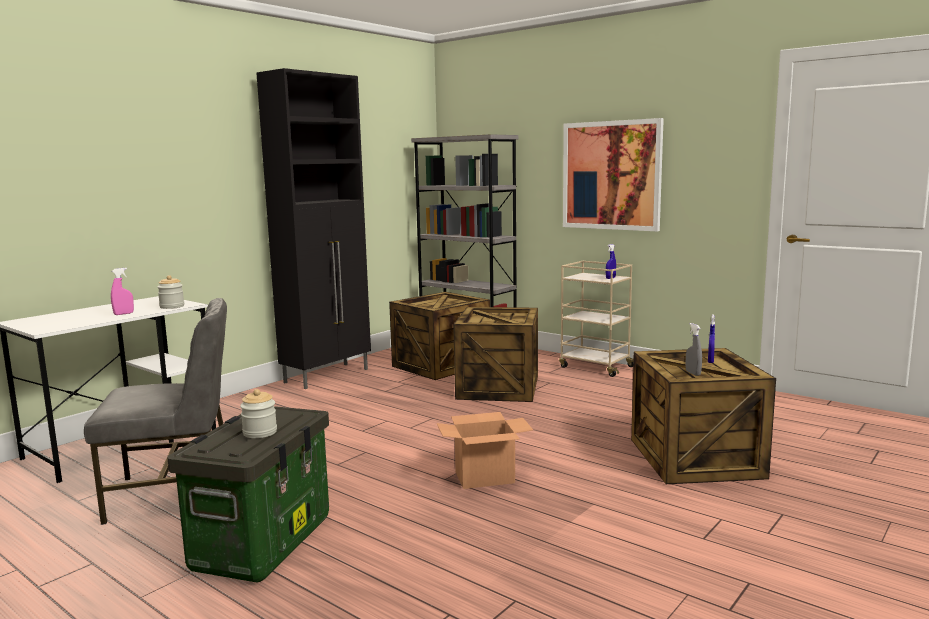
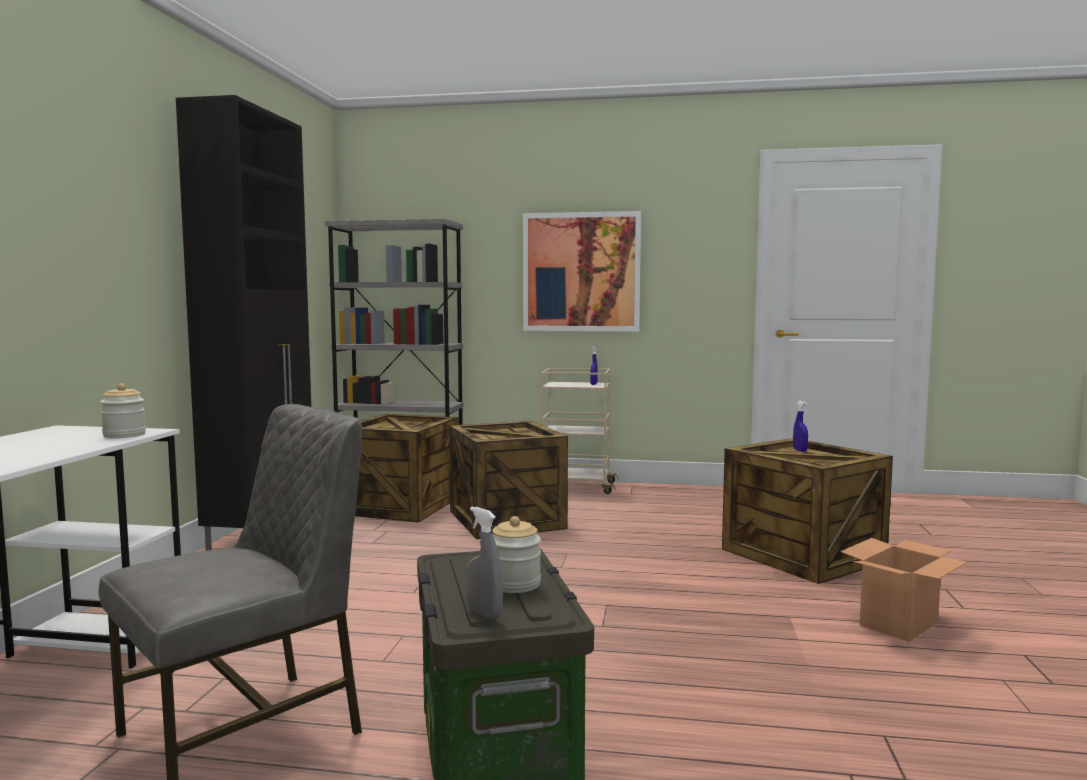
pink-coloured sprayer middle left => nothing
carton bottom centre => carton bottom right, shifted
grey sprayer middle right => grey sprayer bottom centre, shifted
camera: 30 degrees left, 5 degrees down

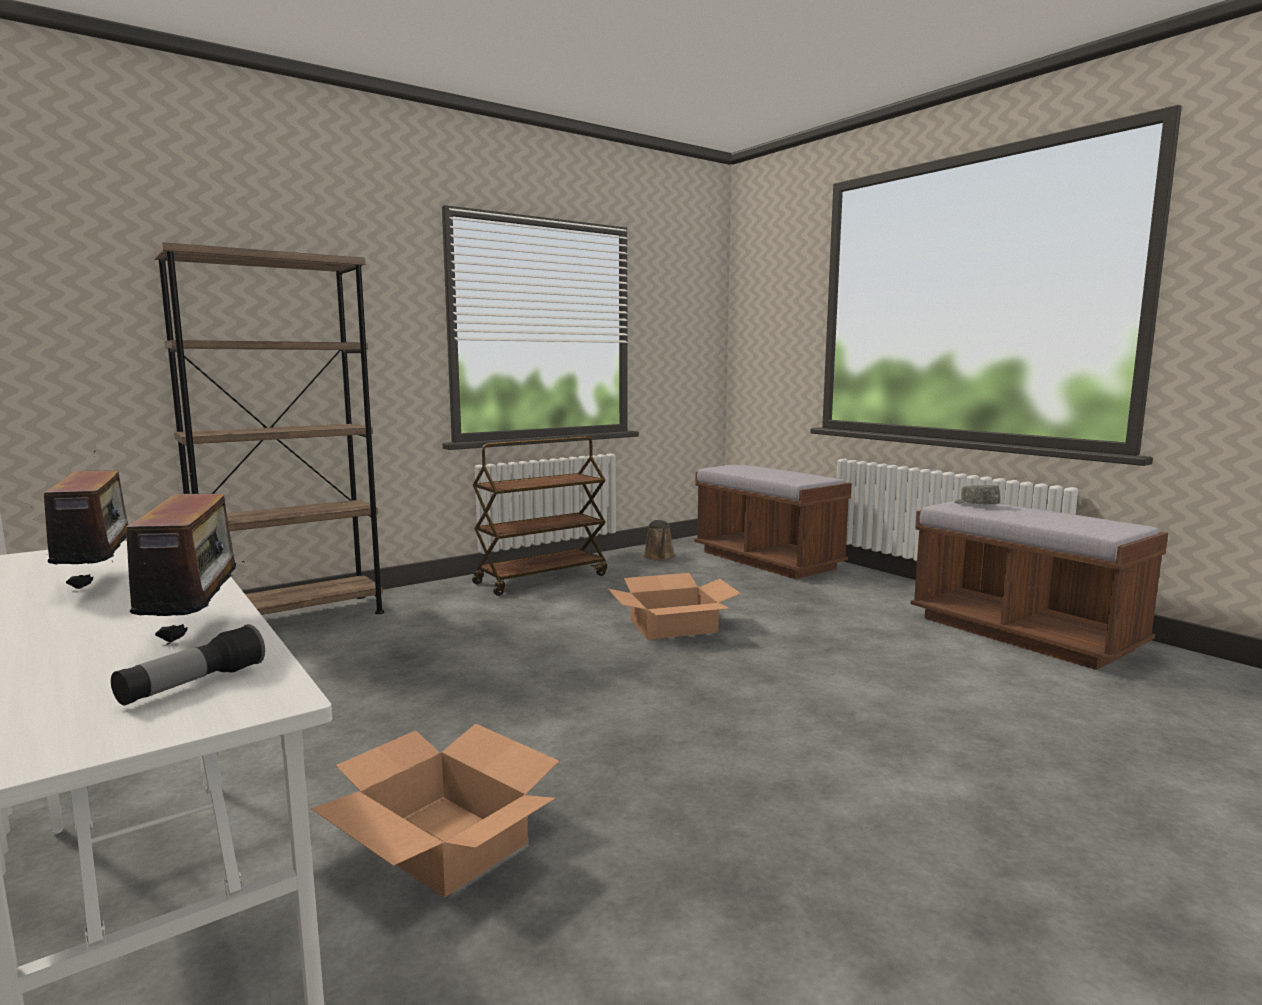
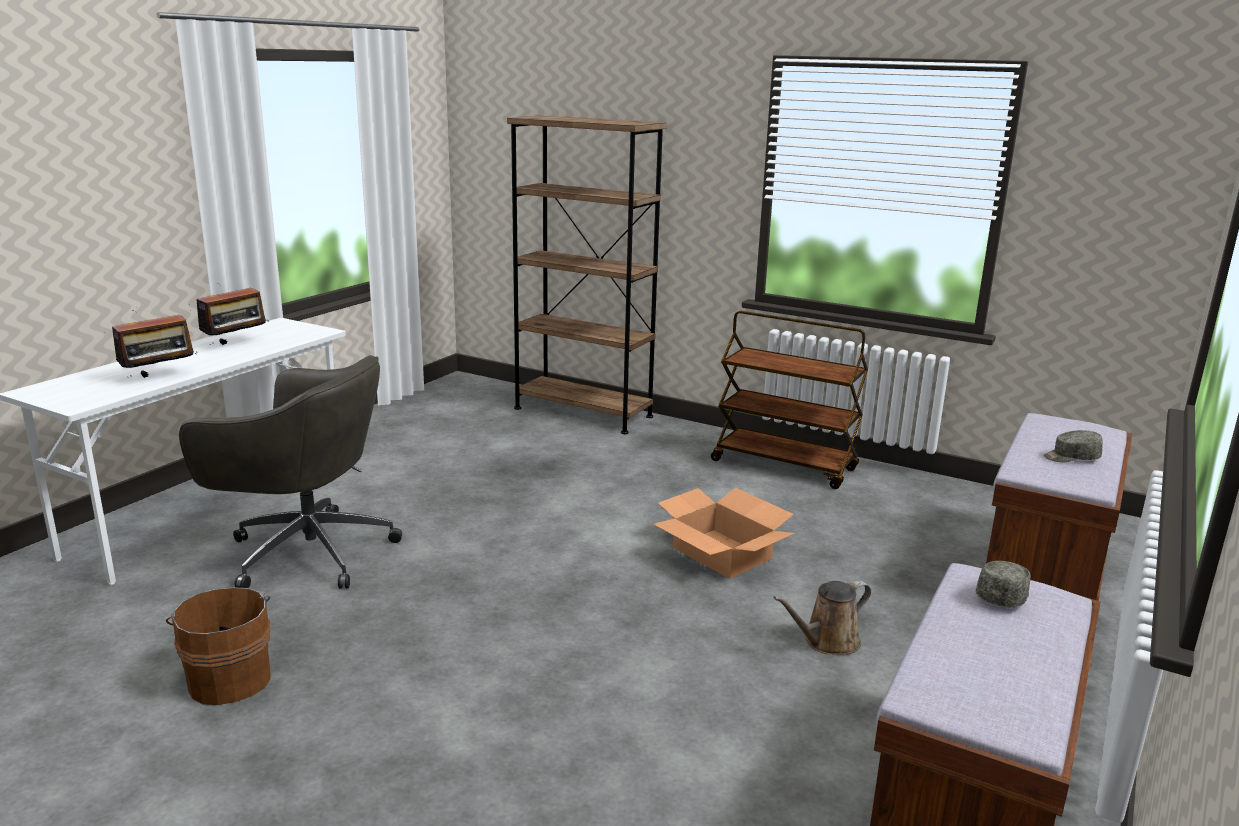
hand torch middle left => nothing
carton (no. 1 from left) bottom centre => grey computer chair middle left
brown watering pot centre => brown watering pot bottom centre, shifted
nothing => brown bucket bottom left
nothing => grey peaked cap (no. 2 from left) middle right
camera: 65 degrees right, 10 degrees up

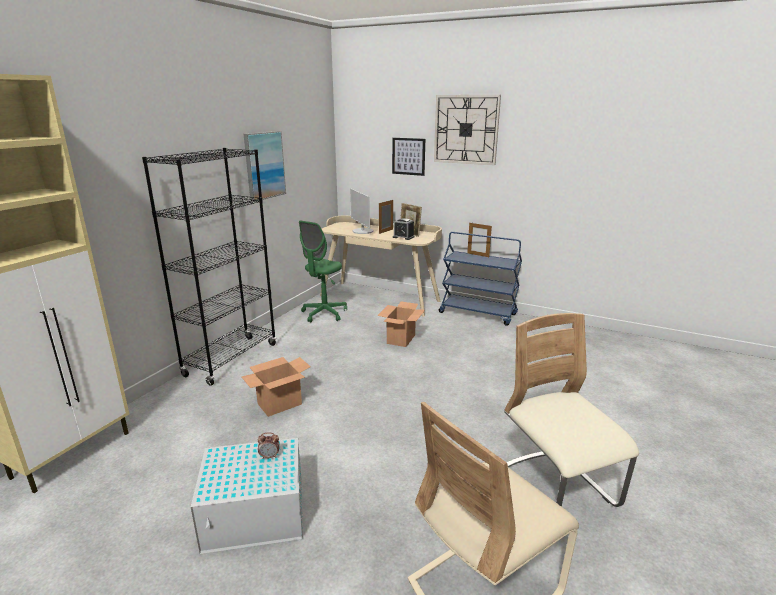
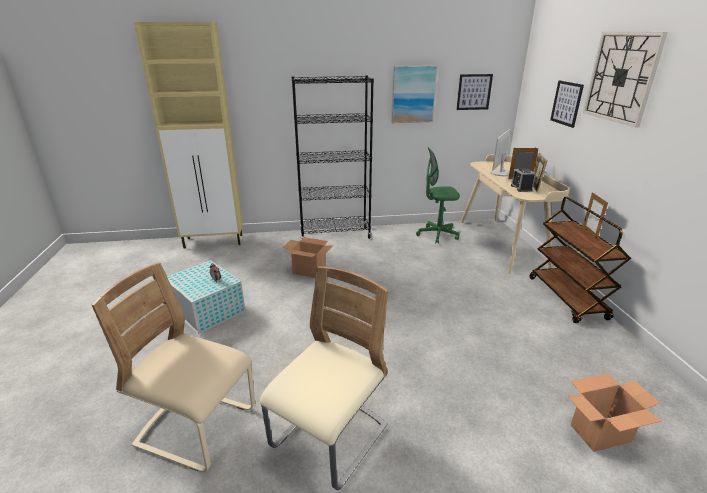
carton (no. 2 from left) centre => carton (no. 2 from left) bottom right, shifted
blue-coloured cart centre => brown cart middle right
nothing => wall picture (no. 2 from left) top right
camera: 55 degrees right, 5 degrees up

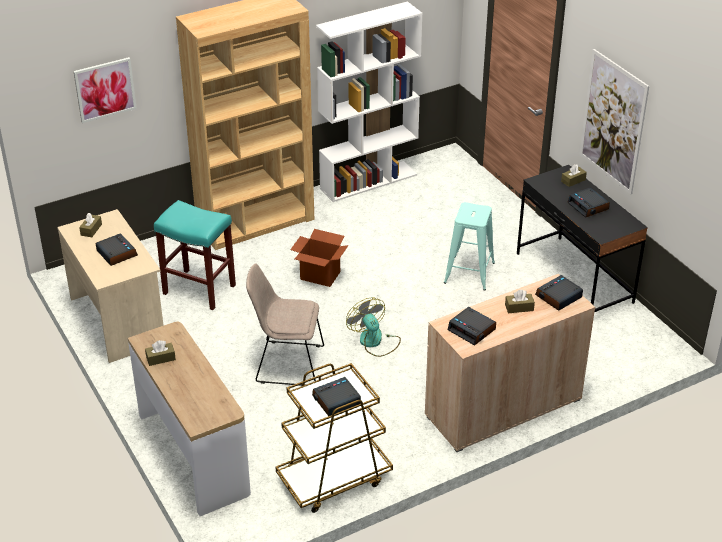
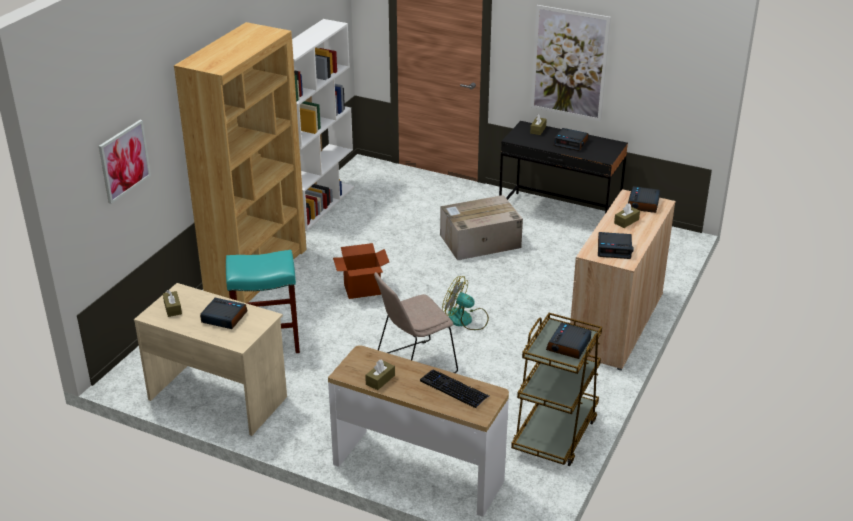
blue-green stool (no. 2 from left) centre => carton (no. 2 from left) centre
nothing => PC keyboard bottom centre
camera: 35 degrees left, 5 degrees down

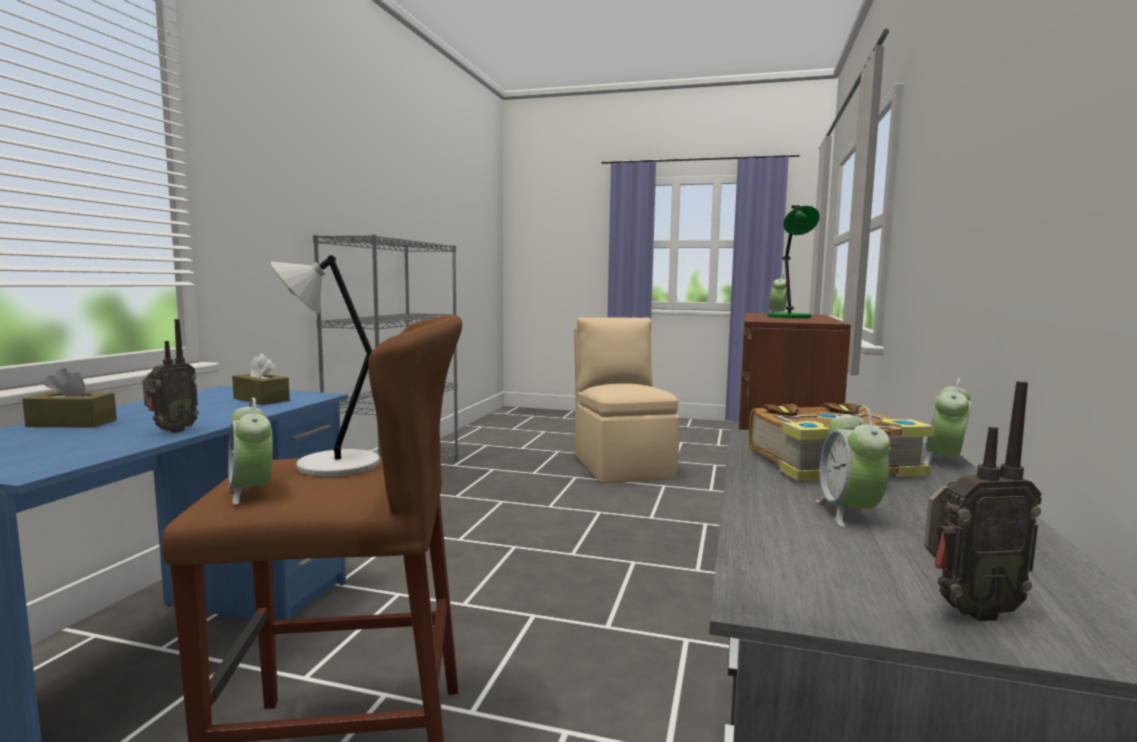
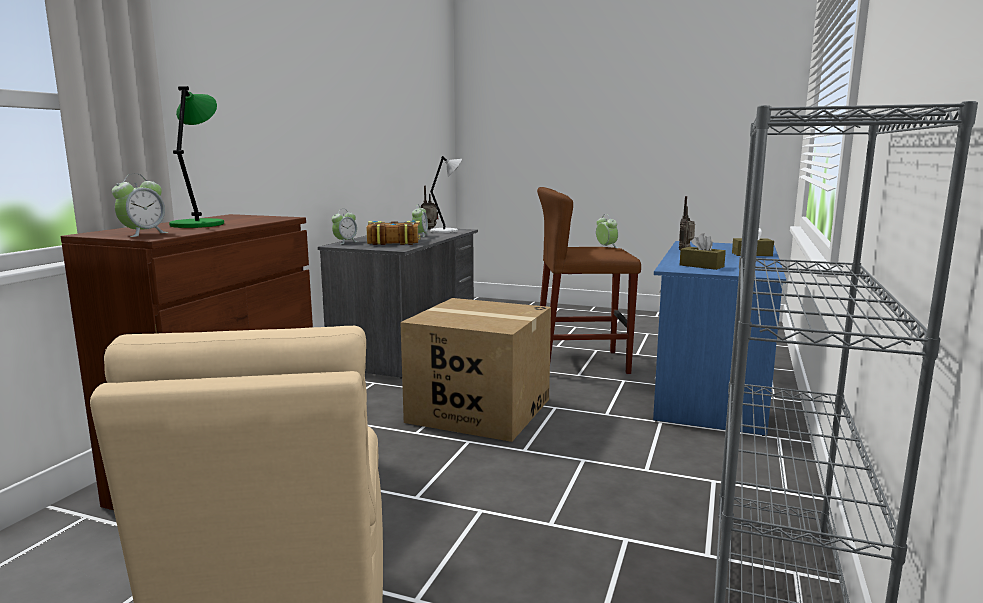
grey table lamp middle left => grey table lamp top centre, shifted
nothing => carton centre
camera: 175 degrees left, 5 degrees up

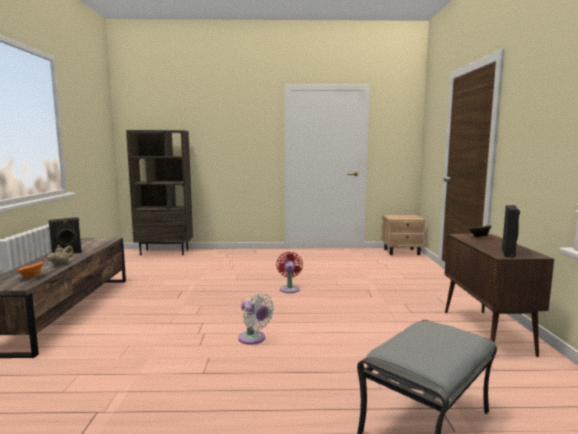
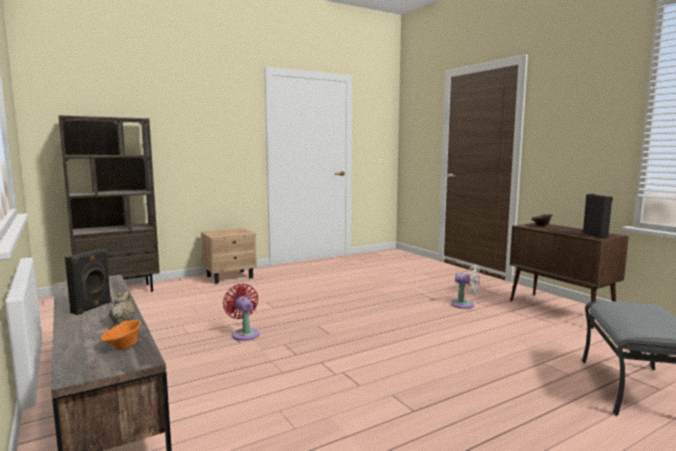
whitish fan bottom centre => whitish fan middle right, shifted
red-coloured fan centre => red-coloured fan bottom centre, shifted
sand-coloured nightstand middle right => sand-coloured nightstand centre, shifted
camera: 30 degrees left, 0 degrees up

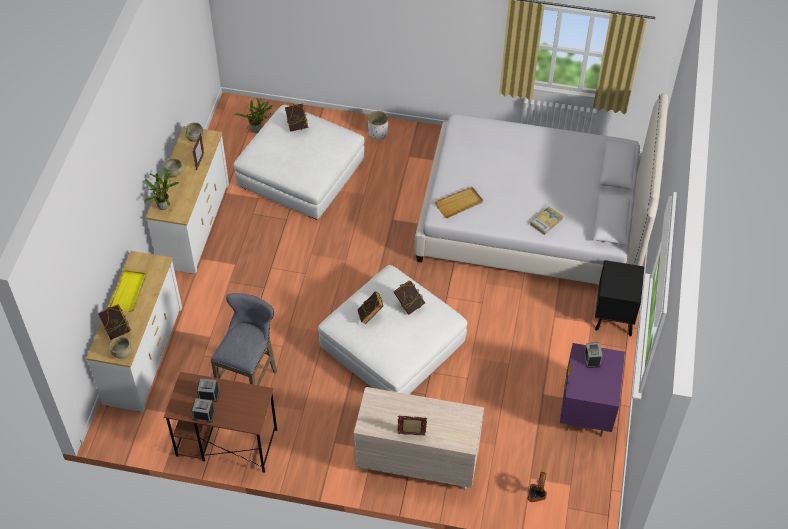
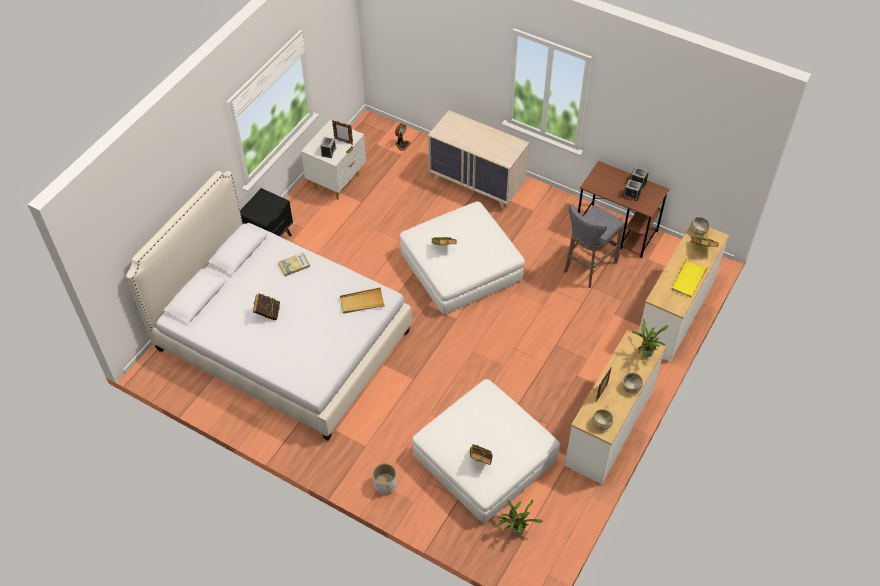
volume (no. 3 from left in the first image) centre => volume (no. 1 from left) middle left, shifted
standing frame (no. 2 from left in the first image) bottom centre => standing frame (no. 1 from left) top centre, shifted
purple-coloured nightstand bottom right => whitish nightstand top centre
camera: 160 degrees left, 0 degrees up

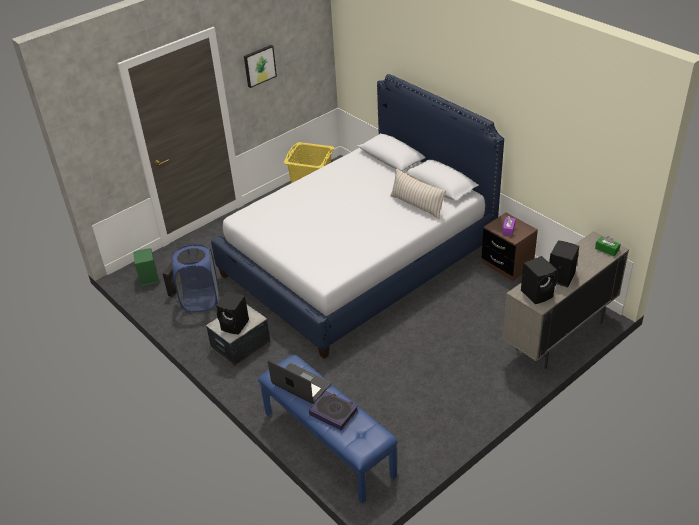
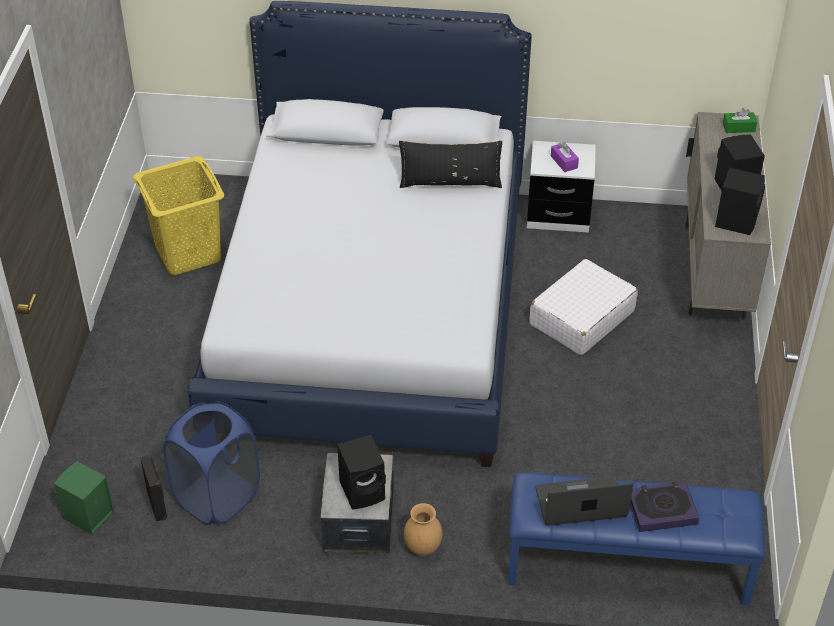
wall picture top centre => nothing
sand-coloured pillow centre => blackish pillow top centre
brown nightstand middle right => whitish nightstand top right
nothing => brown vase bottom centre
nothing => whitish piece of luggage middle right
camera: 45 degrees left, 5 degrees up

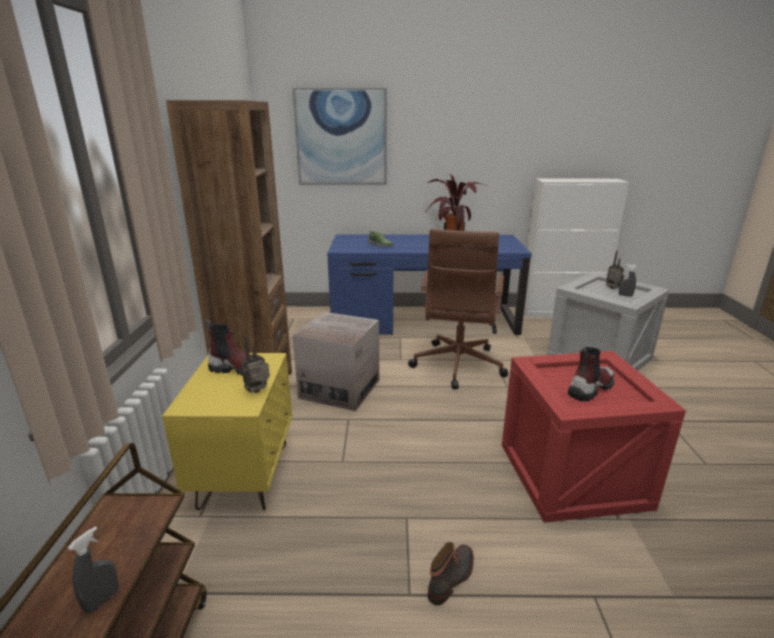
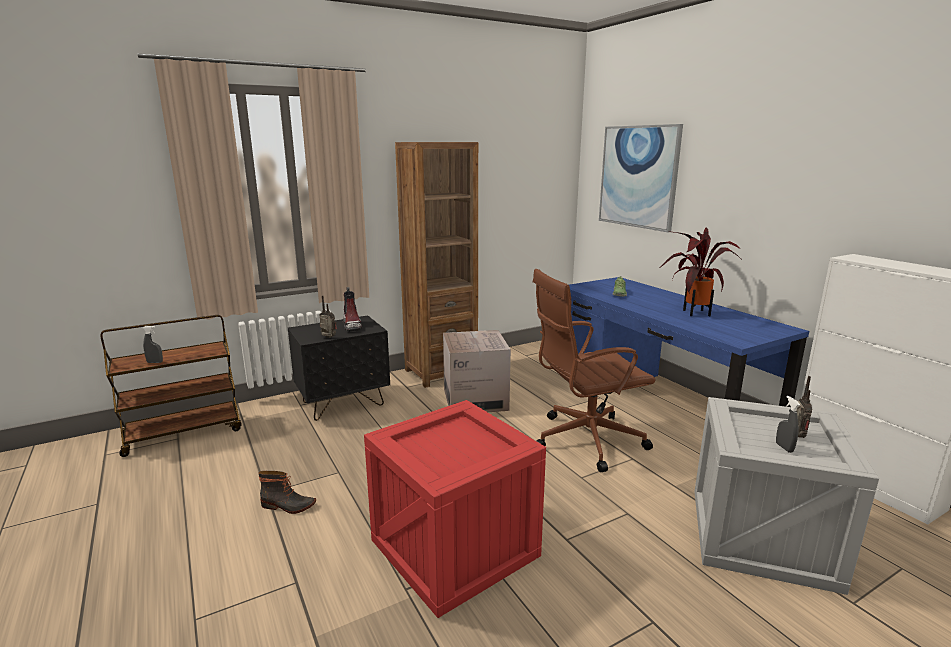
yellow nightstand bottom left => blackish nightstand centre
boot (no. 3 from left) middle right => nothing
camera: 60 degrees right, 5 degrees down

